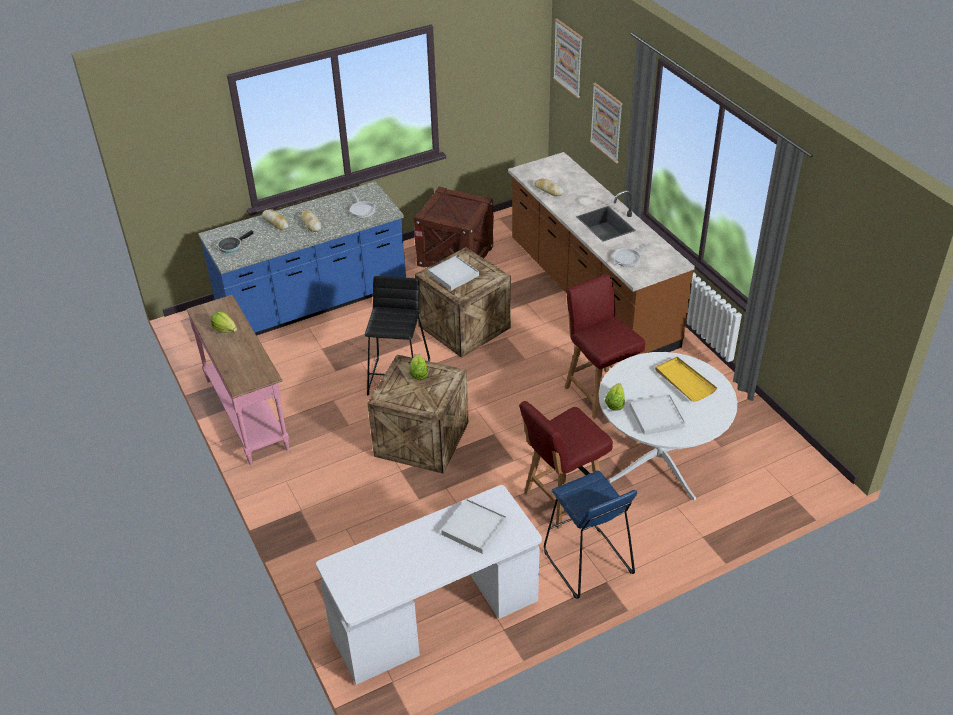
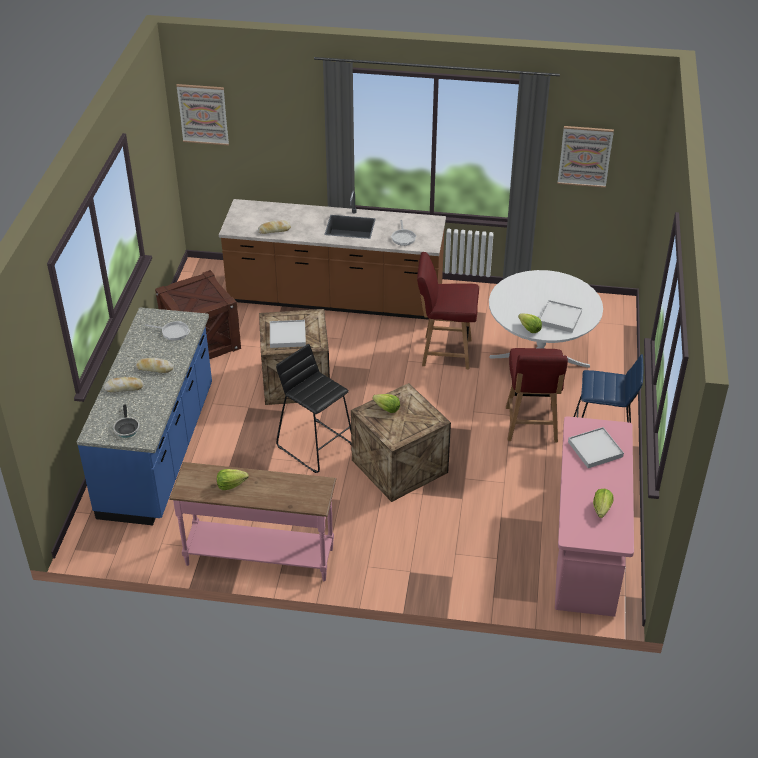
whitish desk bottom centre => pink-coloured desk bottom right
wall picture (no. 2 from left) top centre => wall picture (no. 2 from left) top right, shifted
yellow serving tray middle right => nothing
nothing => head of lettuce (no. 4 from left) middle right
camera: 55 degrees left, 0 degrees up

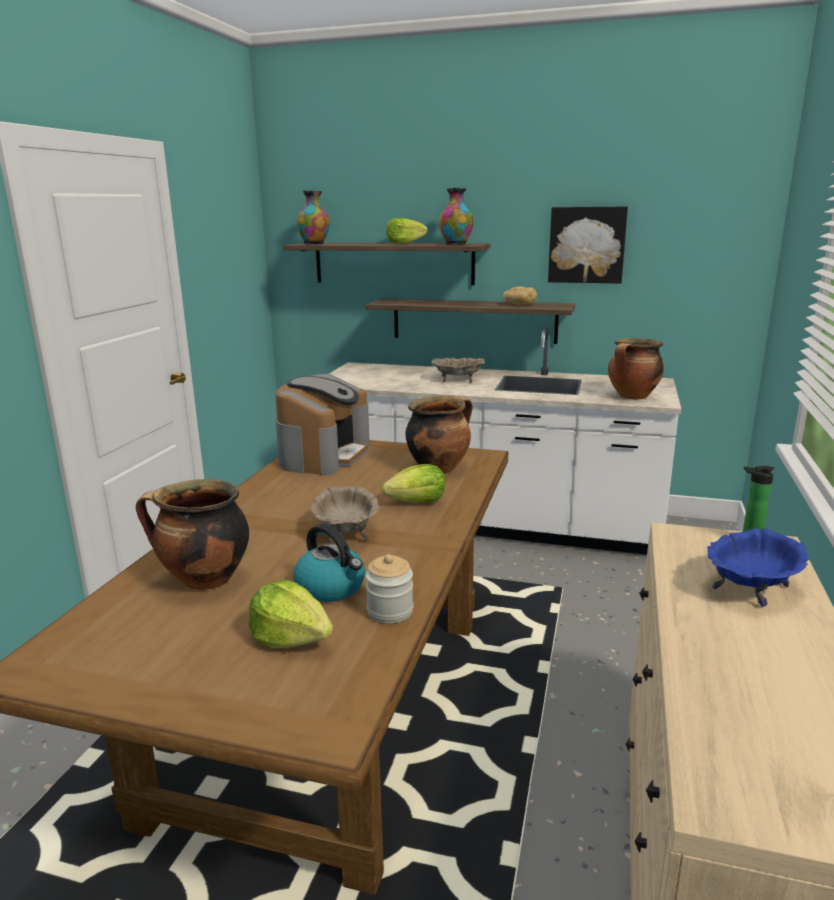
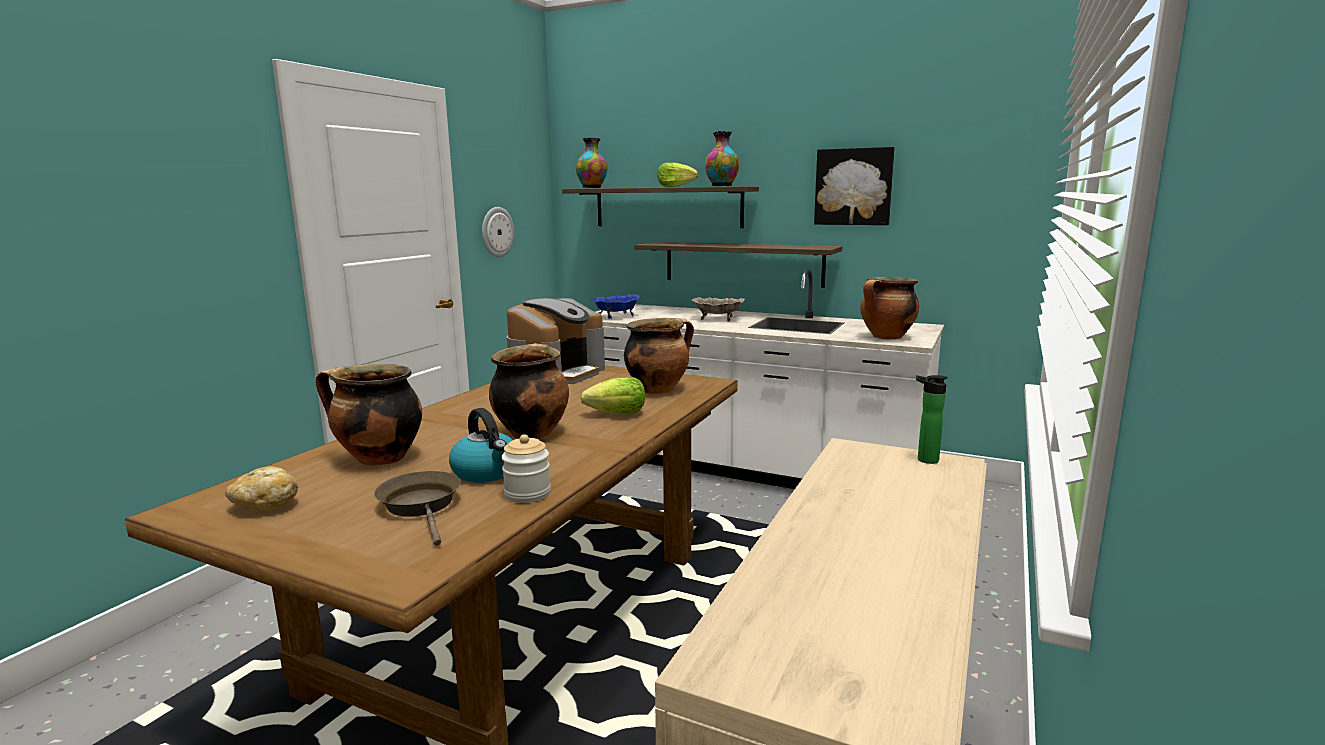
head of lettuce (no. 1 from left) bottom centre => brown frying pan bottom left
sand-coloured deep dish (no. 1 from left) centre => saucepot (no. 2 from left) centre
bakery bread top centre => bakery bread middle left, shifted
blue-coloured deep dish middle right => blue-coloured deep dish centre, shifted
nothing => wall clock top centre
camera: 10 degrees right, 5 degrees down

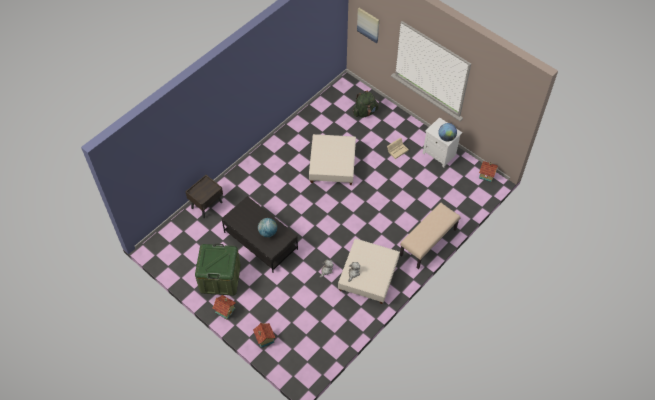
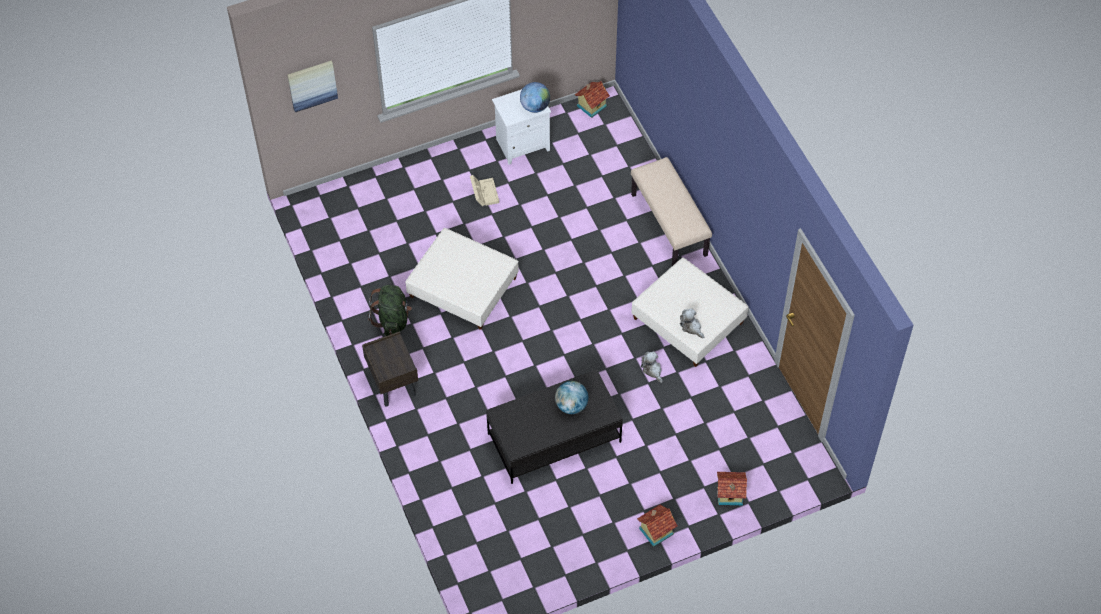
brown nightstand middle left => brown nightstand centre, shifted
green-coloured storage box bottom left => nothing
green-coloured backpack top centre => green-coloured backpack centre, shifted
camera: 65 degrees left, 0 degrees up

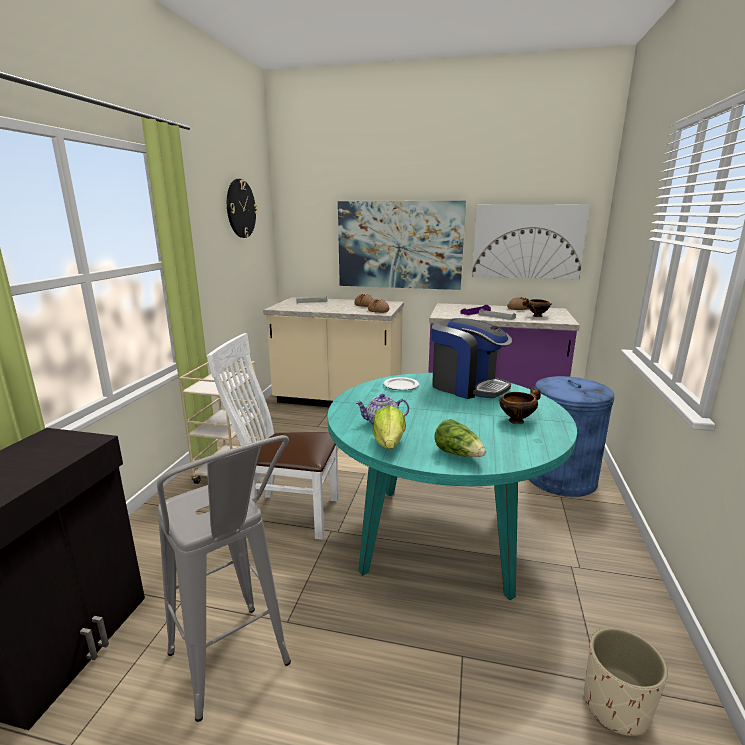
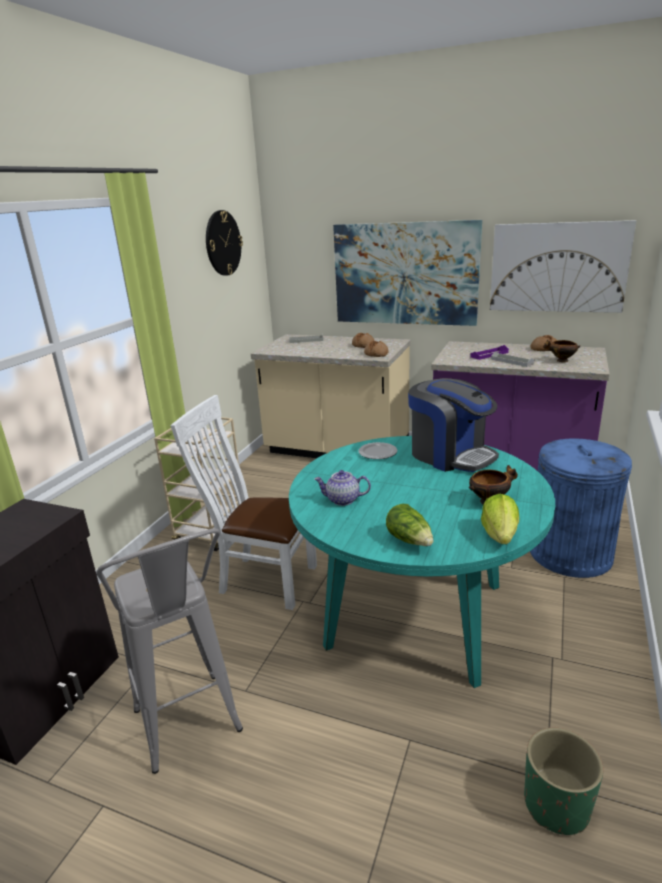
head of lettuce (no. 1 from left in the first image) centre => head of lettuce (no. 2 from left) middle right, shifted
sand-coloured flower pot bottom right => green-coloured flower pot bottom right
camera: 10 degrees right, 5 degrees up

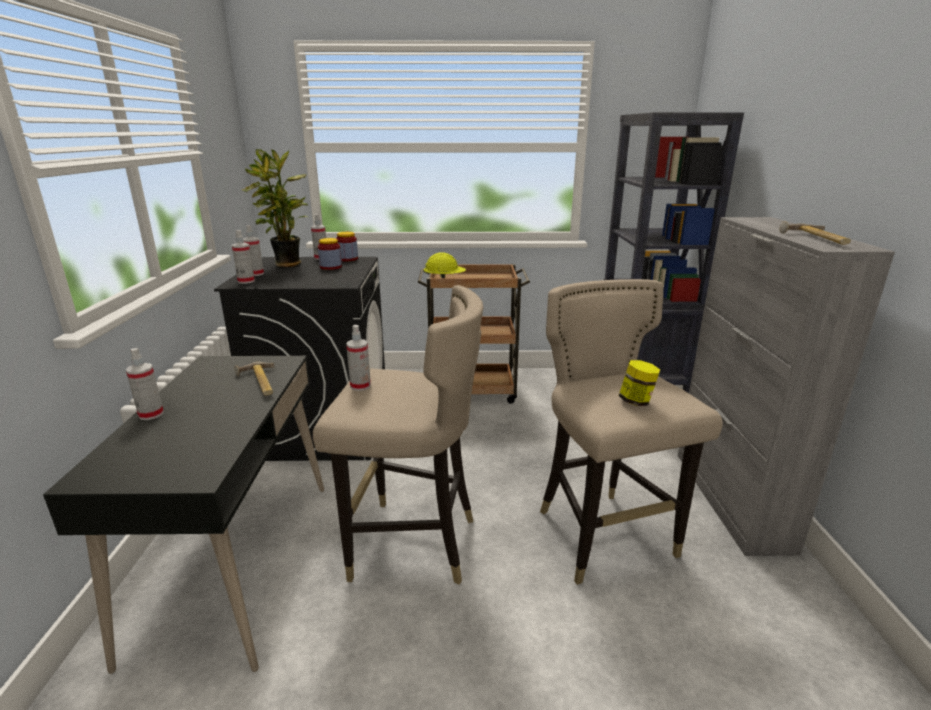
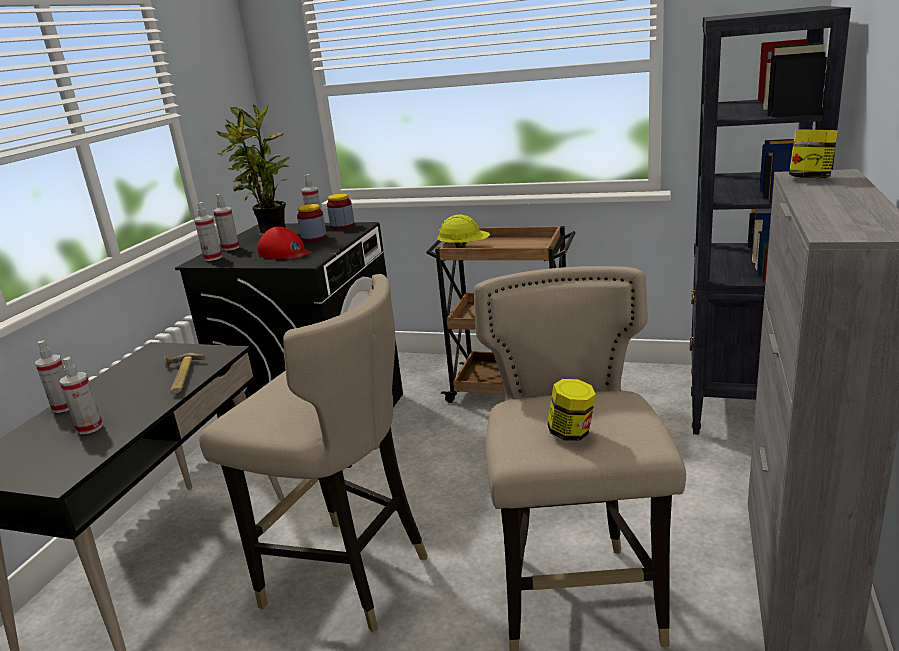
sprayer (no. 5 from left in the first image) centre => sprayer (no. 2 from left) middle left, shifted
tool hammer (no. 2 from left) top right => nothing
nothing => red-coloured peaked cap middle left
nothing => storage jar (no. 4 from left) top right
camera: 20 degrees right, 0 degrees up

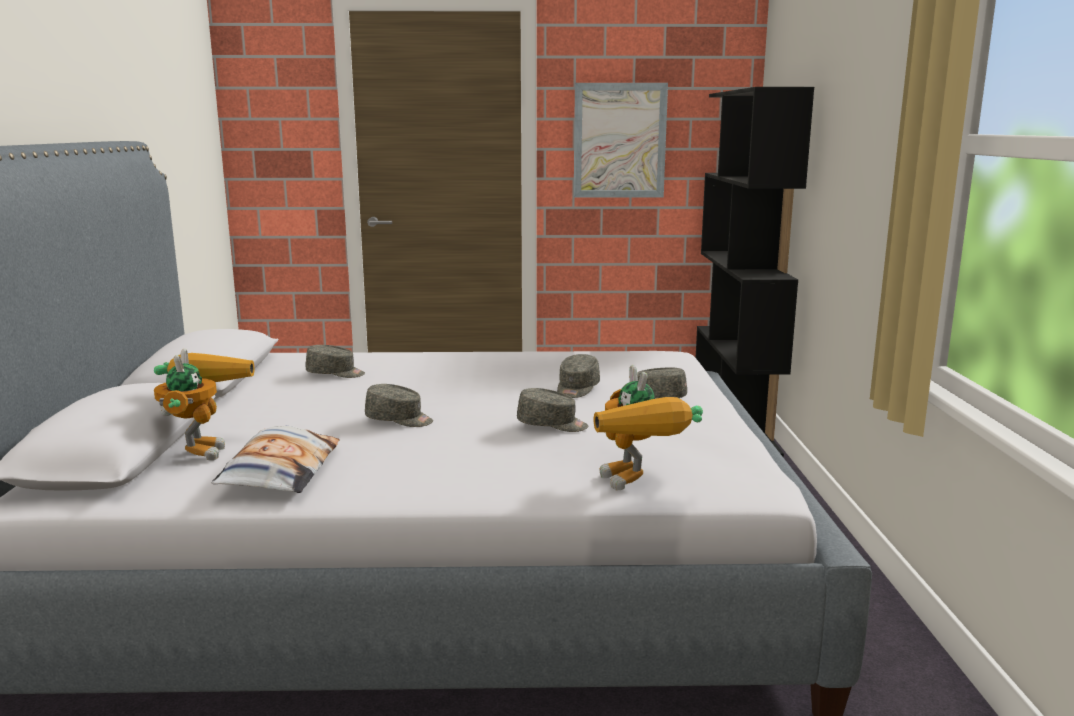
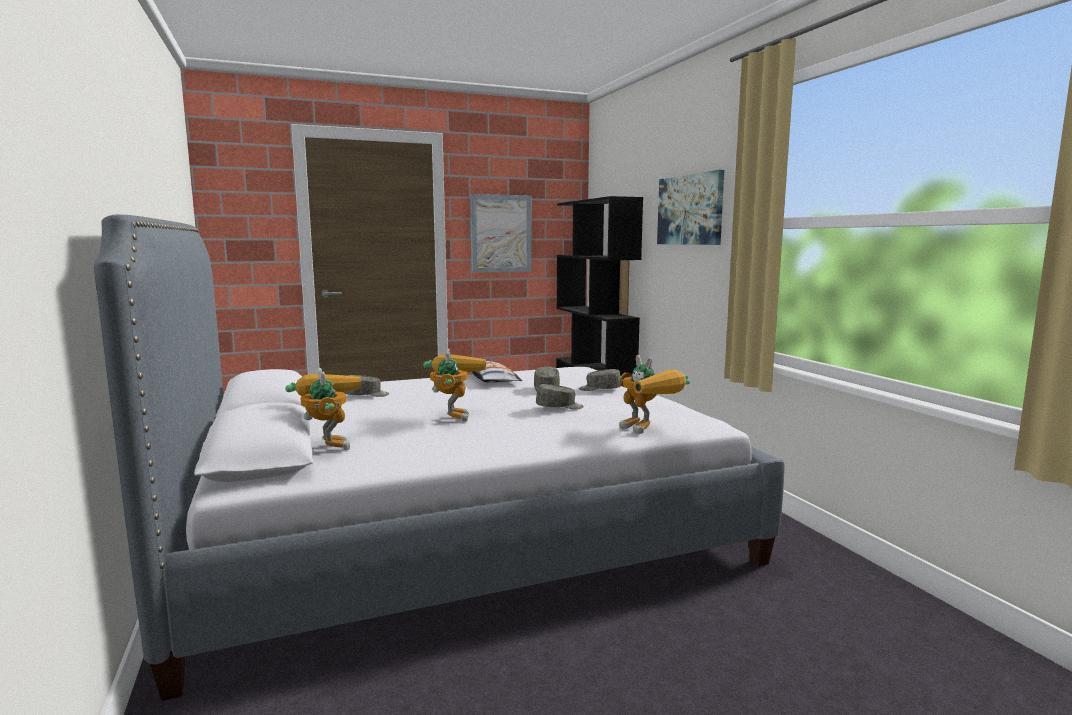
pillow middle left => pillow centre, shifted
grey peaked cap (no. 2 from left) centre => model robot (no. 2 from left) centre
nothing => wall picture (no. 2 from left) top centre
camera: 20 degrees left, 5 degrees down

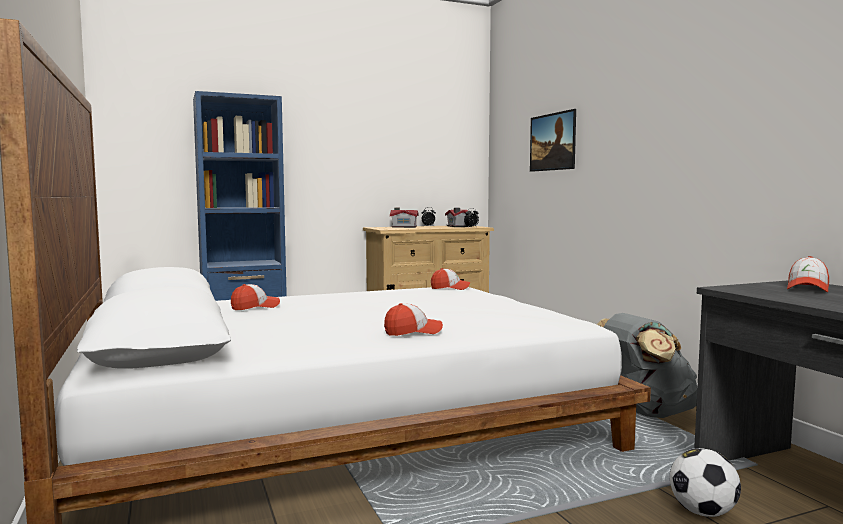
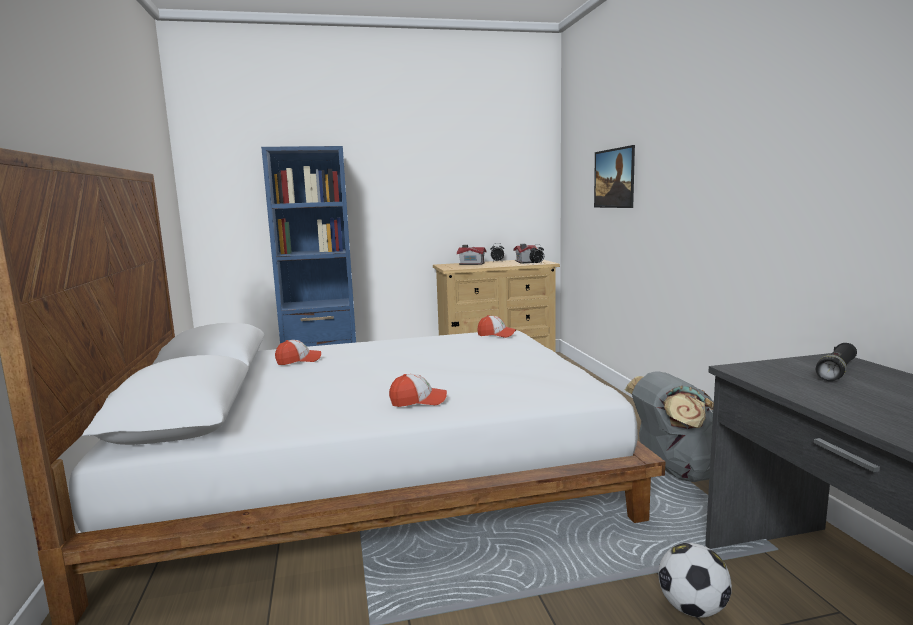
peaked cap (no. 4 from left) middle right => blackish hand torch middle right
camera: 10 degrees right, 5 degrees up

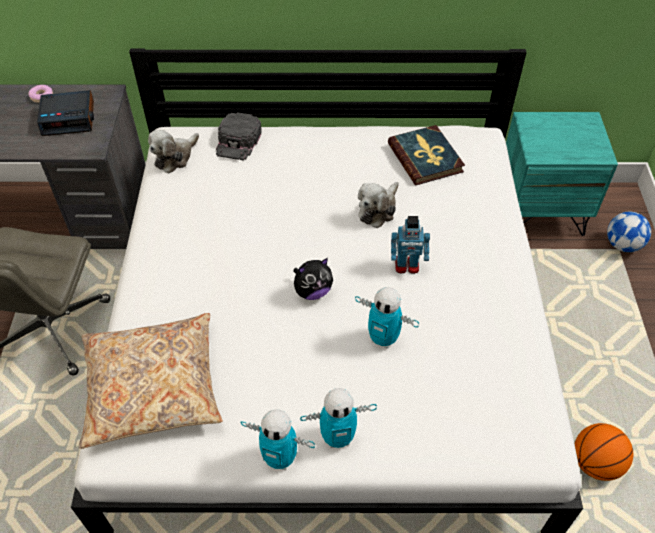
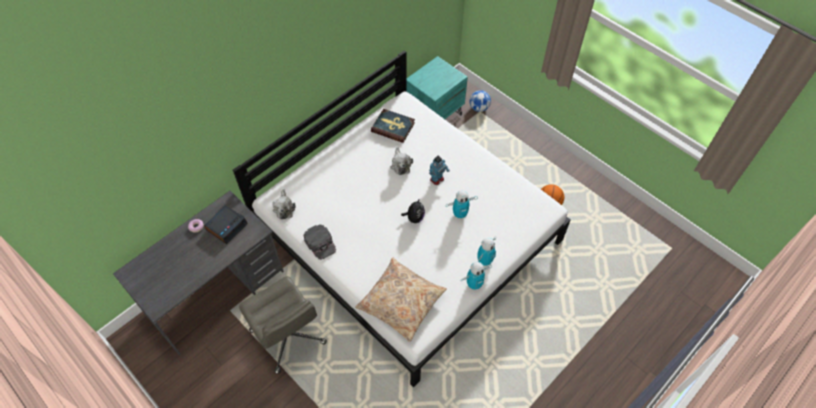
blackish peaked cap top centre => blackish peaked cap centre, shifted
camera: 45 degrees left, 5 degrees up

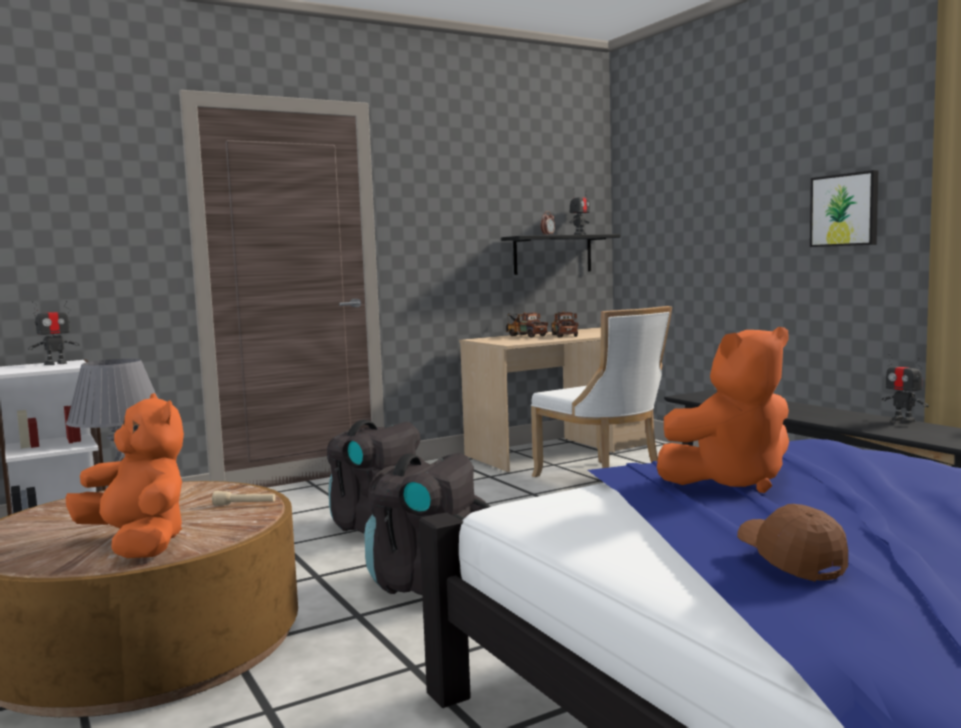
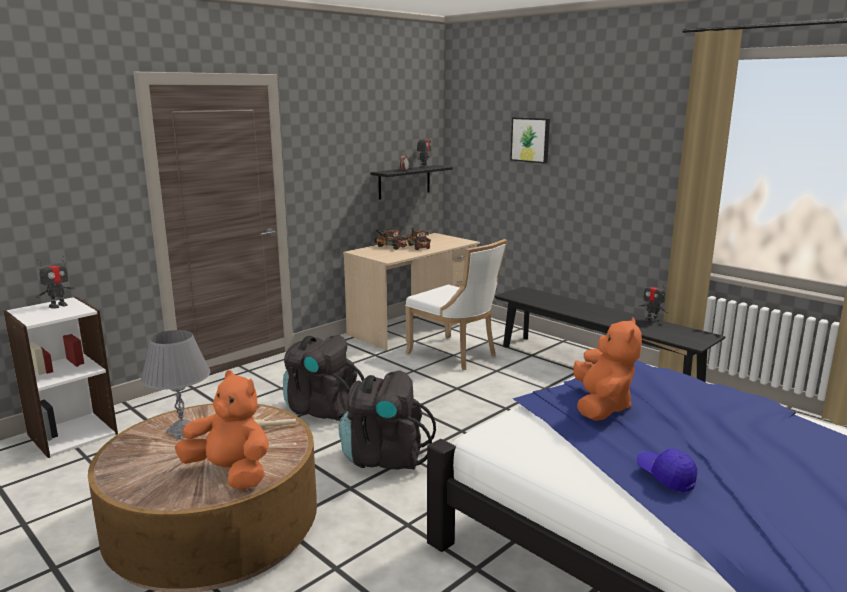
orange soft toy (no. 2 from left) middle right, 45 degrees counterclockwise
brown peaked cap bottom right => blue-coloured peaked cap bottom right
wall picture top right => wall picture top centre, shifted
camera: 15 degrees left, 10 degrees up

